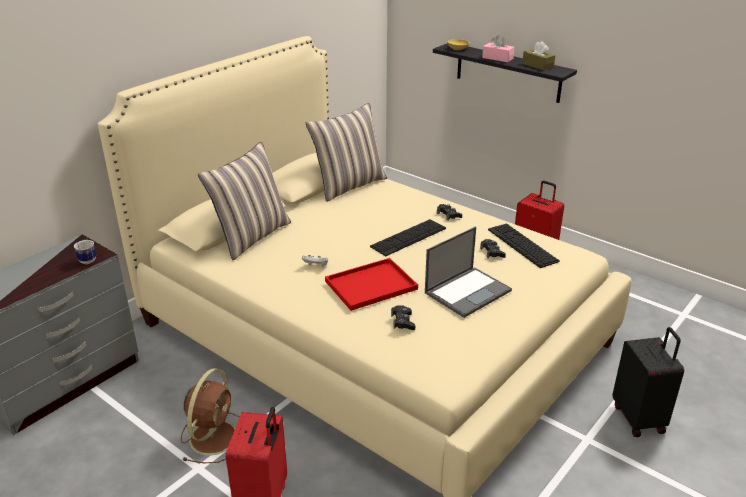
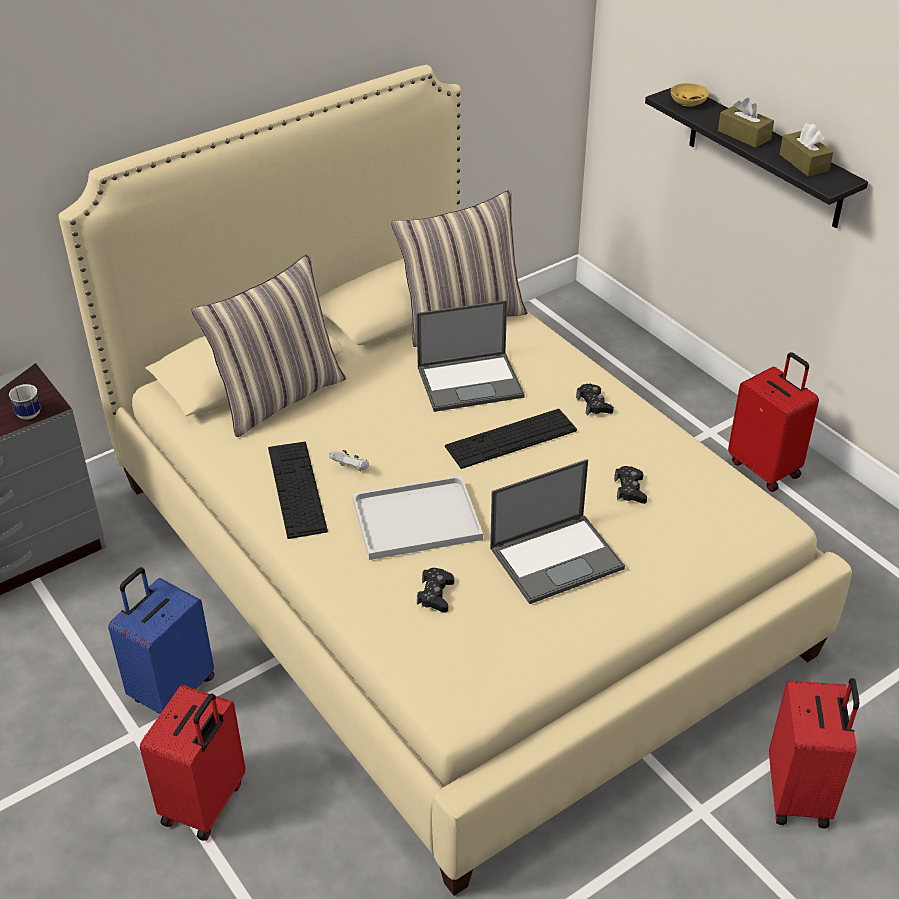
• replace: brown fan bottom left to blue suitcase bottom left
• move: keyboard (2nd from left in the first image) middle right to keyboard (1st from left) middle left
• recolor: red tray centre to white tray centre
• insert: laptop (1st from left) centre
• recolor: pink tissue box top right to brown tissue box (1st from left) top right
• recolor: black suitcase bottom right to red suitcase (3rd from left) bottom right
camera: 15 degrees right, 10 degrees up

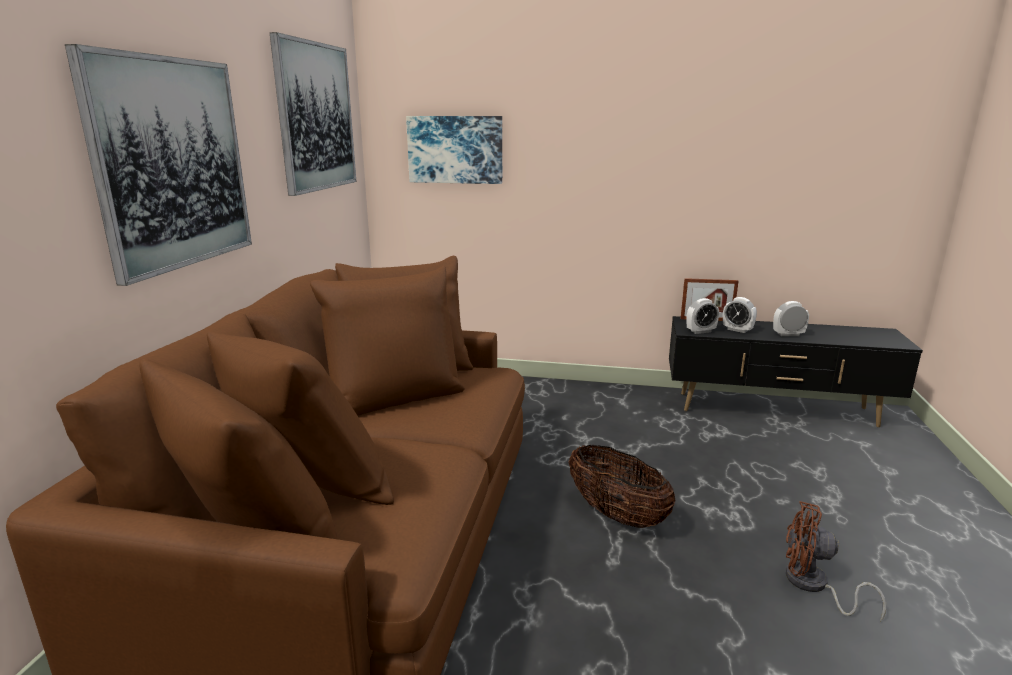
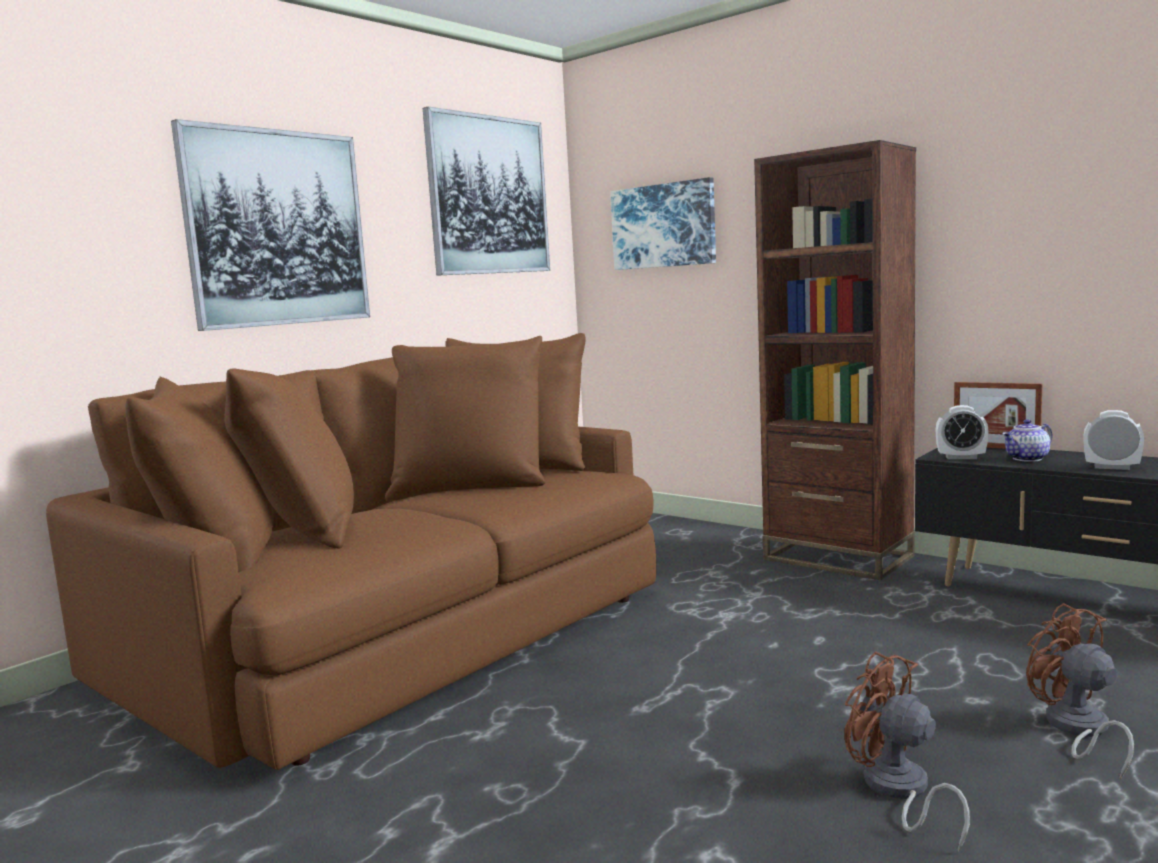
• insert: brown bookcase middle right
• replace: alarm clock (2nd from left) middle right to teapot middle right
• insert: brown fan (2nd from left) bottom right
• delete: basket bottom centre
camera: 30 degrees right, 10 degrees down

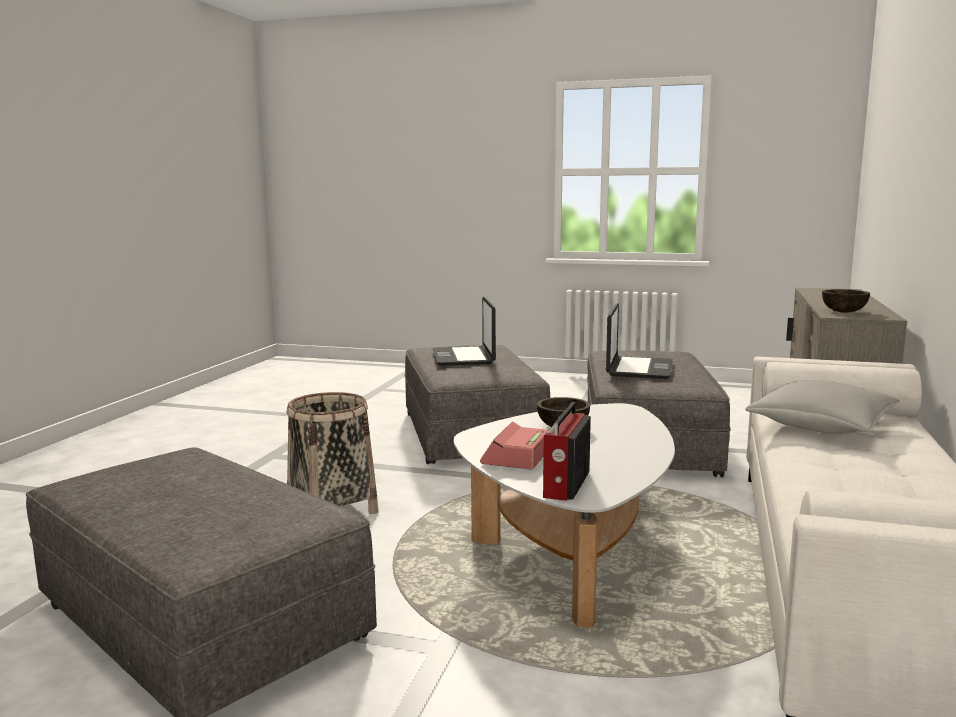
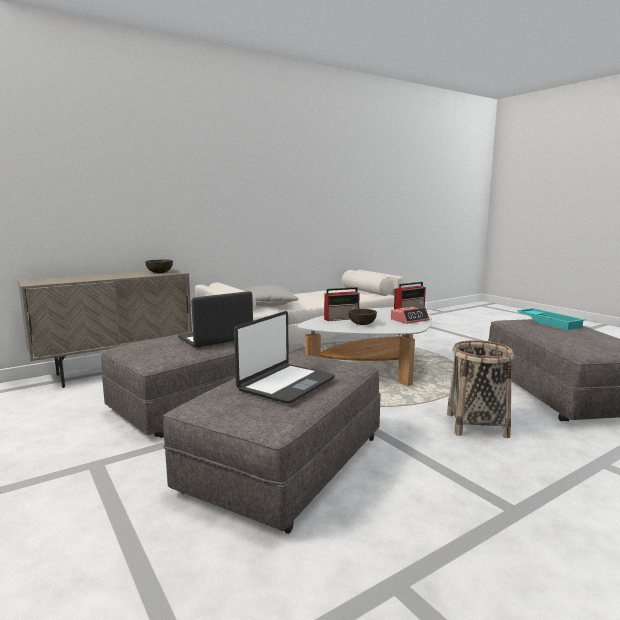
• insert: radio (1st from left) centre
• insert: turquoise tray middle right
camera: 140 degrees left, 0 degrees up

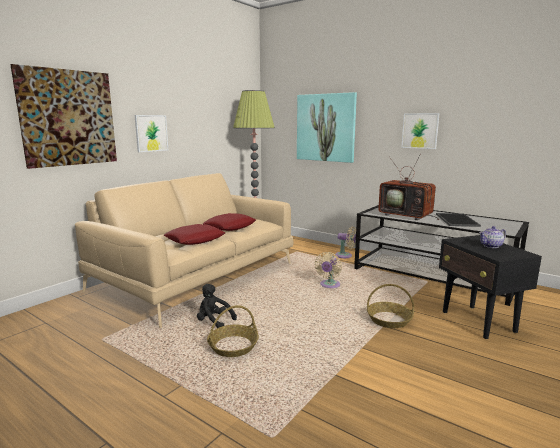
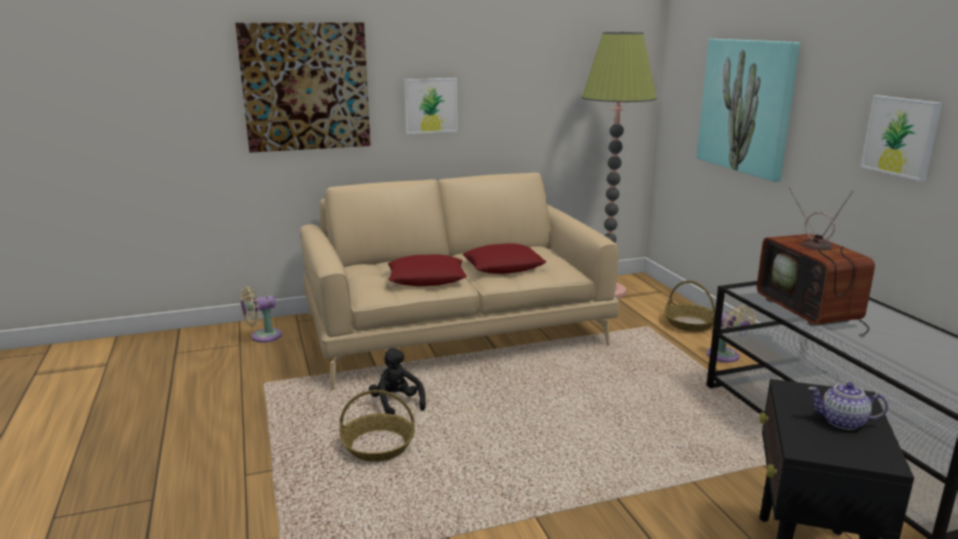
• move: beige fan (1st from left) centre to middle left
• move: basket (2nd from left) bottom right to middle right
• delete: tray middle right
camera: 35 degrees right, 5 degrees up

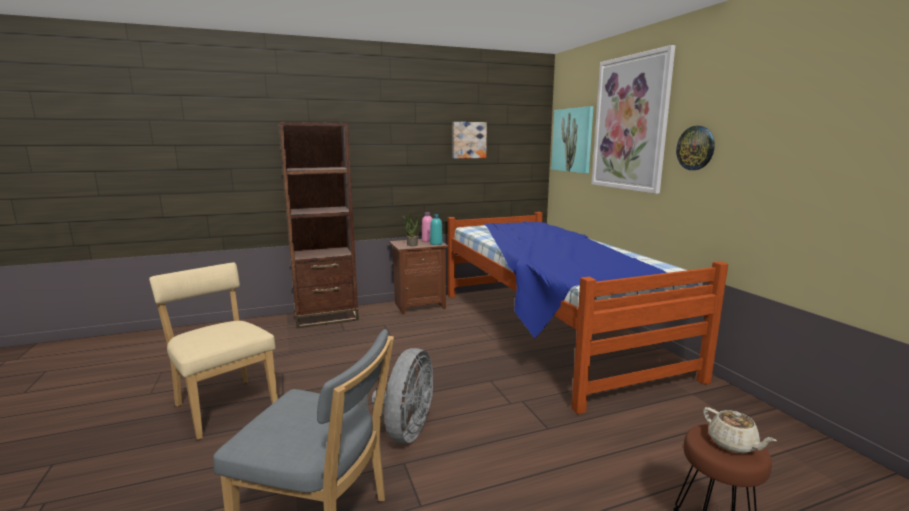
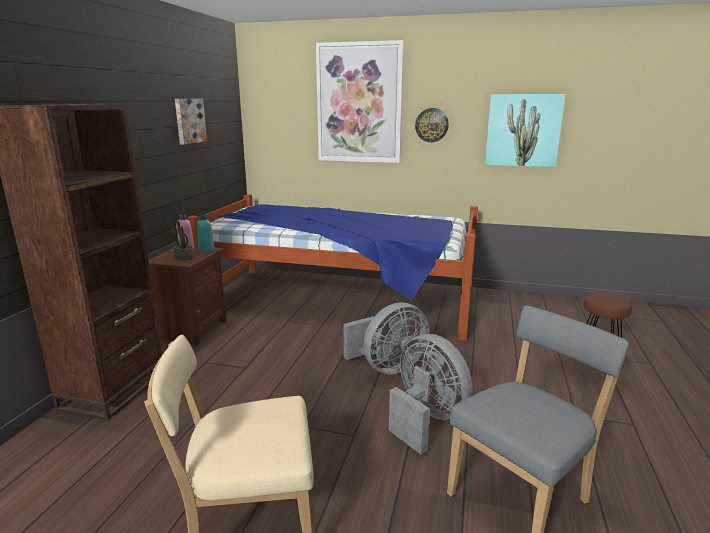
• insert: grey fan (1st from left) centre
• move: picture (2nd from left in the first image) top centre to picture (3rd from left) top right
• delete: beige teapot bottom right
camera: 55 degrees left, 5 degrees up

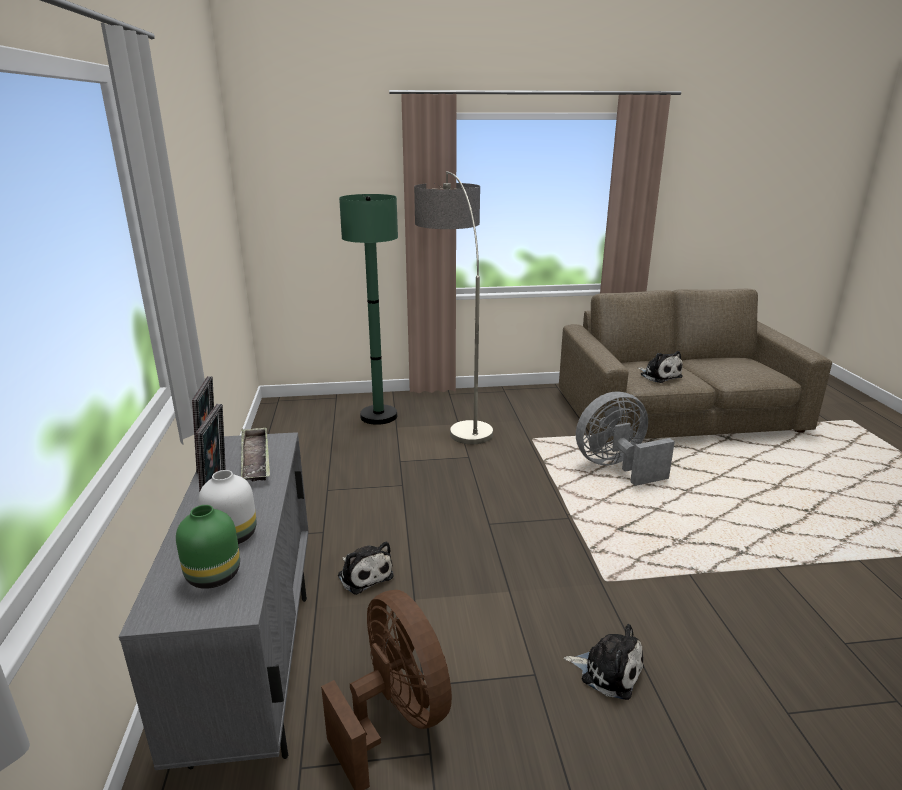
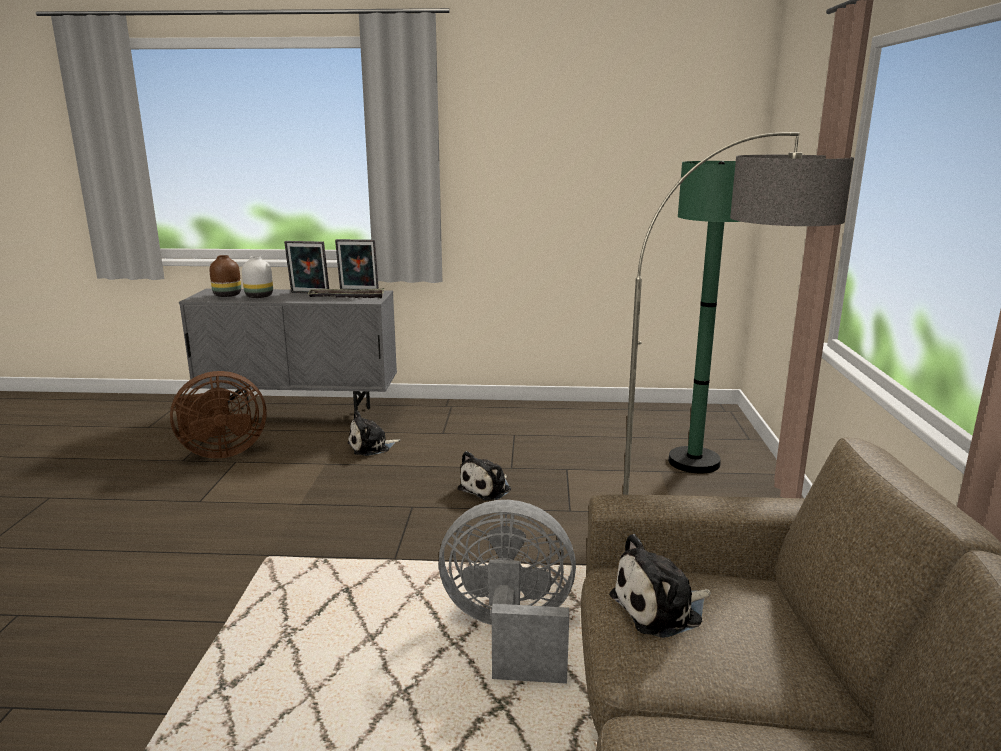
• recolor: green vase bottom left to brown vase middle left
• rotate: grey fan middle right = bottom centre 75 degrees counterclockwise
• move: plush toy (2nd from left) bottom right to centre
camera: 100 degrees right, 5 degrees down

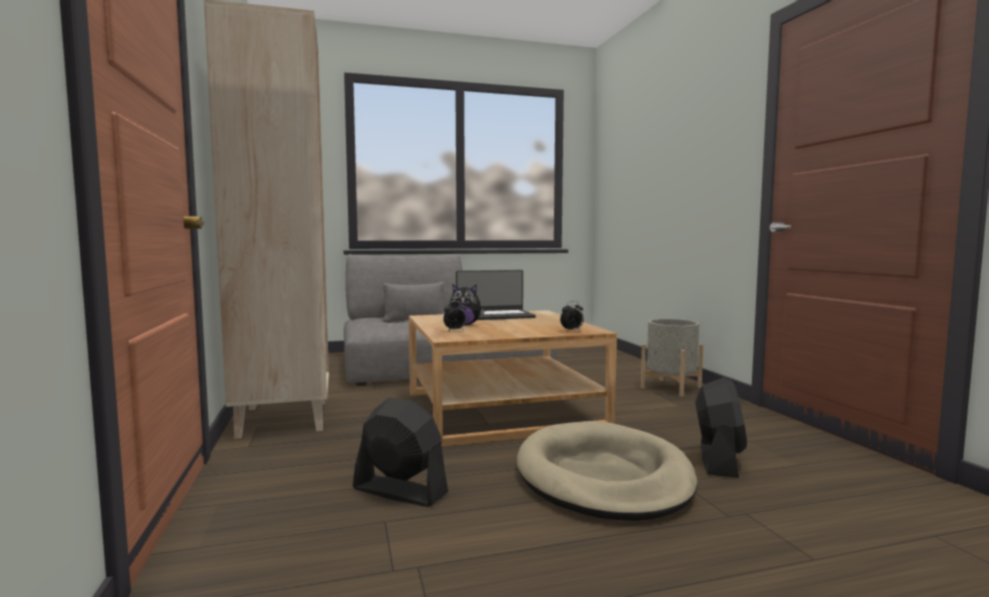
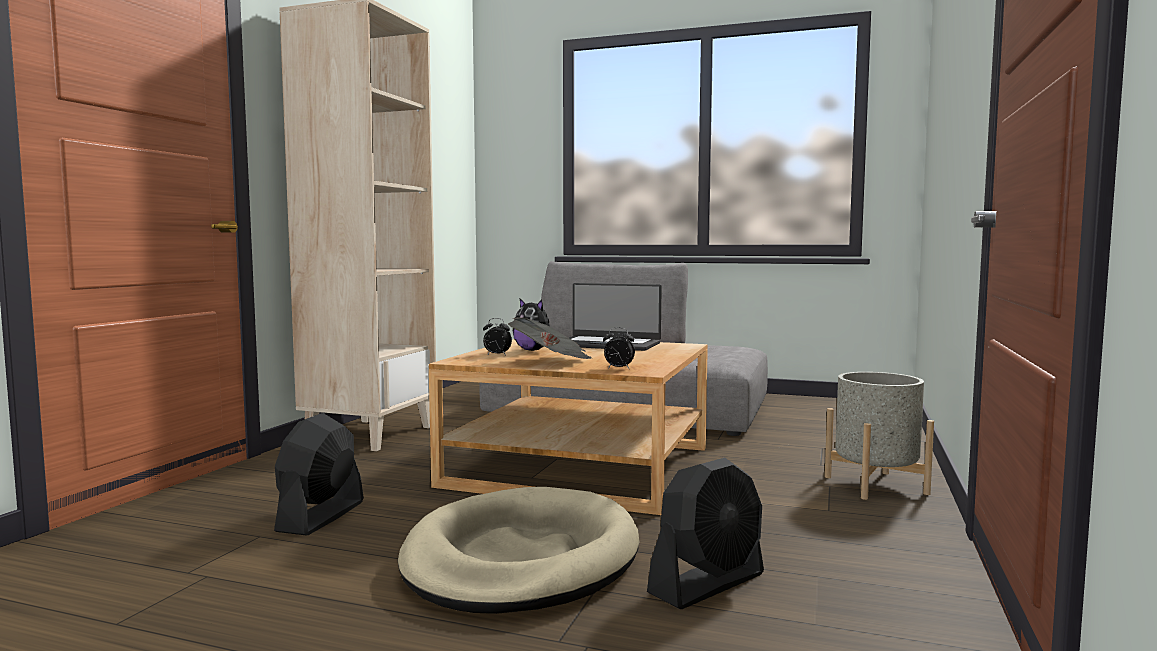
• rotate: black fan (1st from left) bottom centre = bottom left 135 degrees counterclockwise
• insert: newspaper centre
camera: 35 degrees right, 0 degrees up

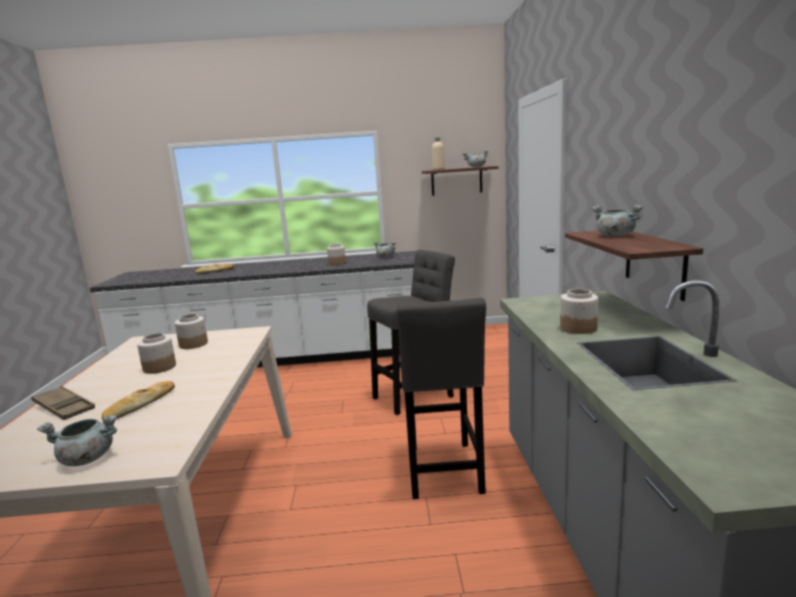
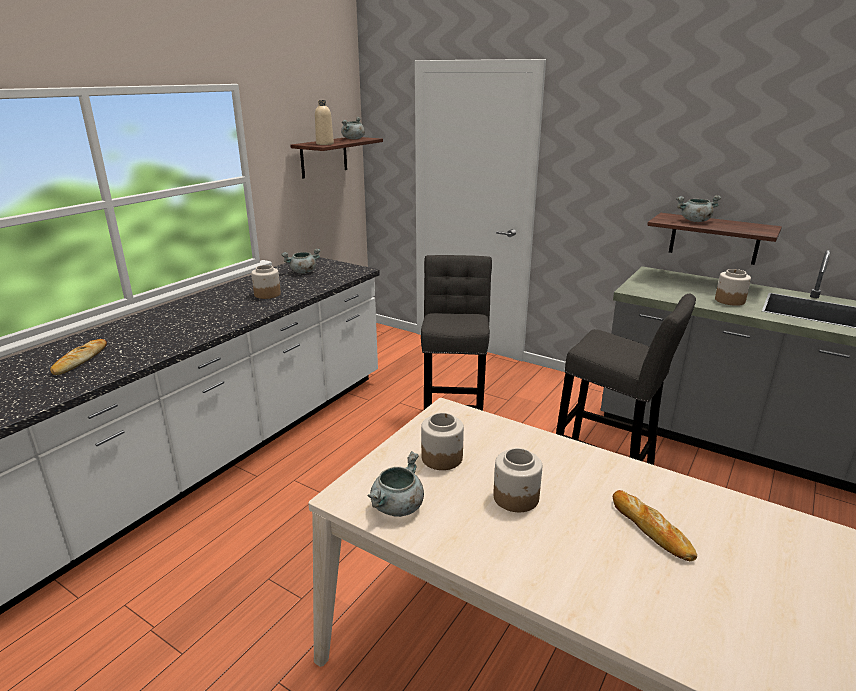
• move: grey cooking pot (1st from left in the first image) bottom left to grey cooking pot (3rd from left) bottom centre
• delete: brown tray bottom left
camera: 55 degrees left, 10 degrees up

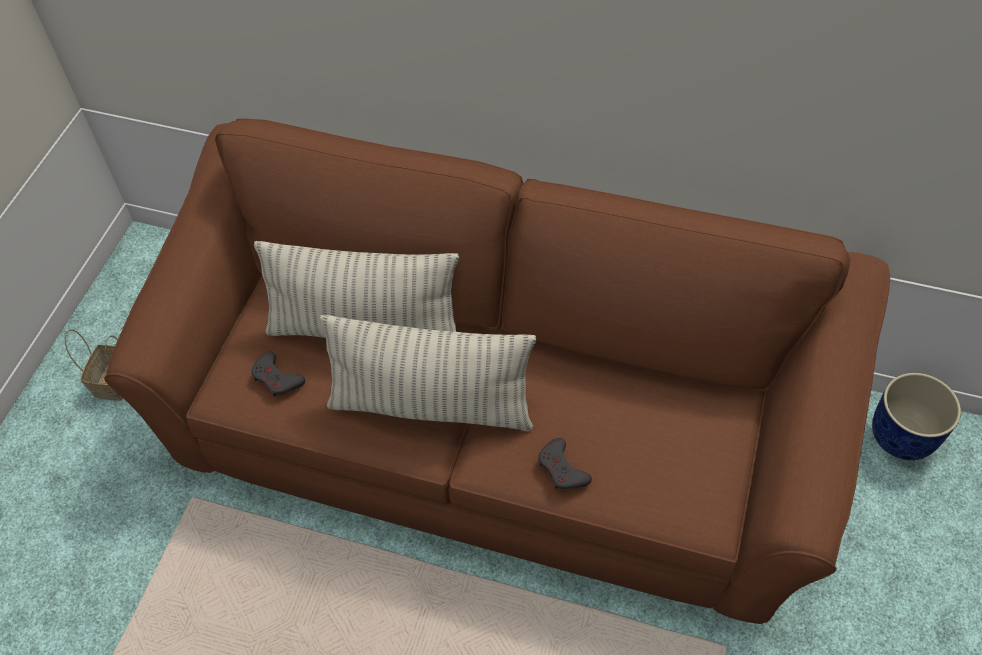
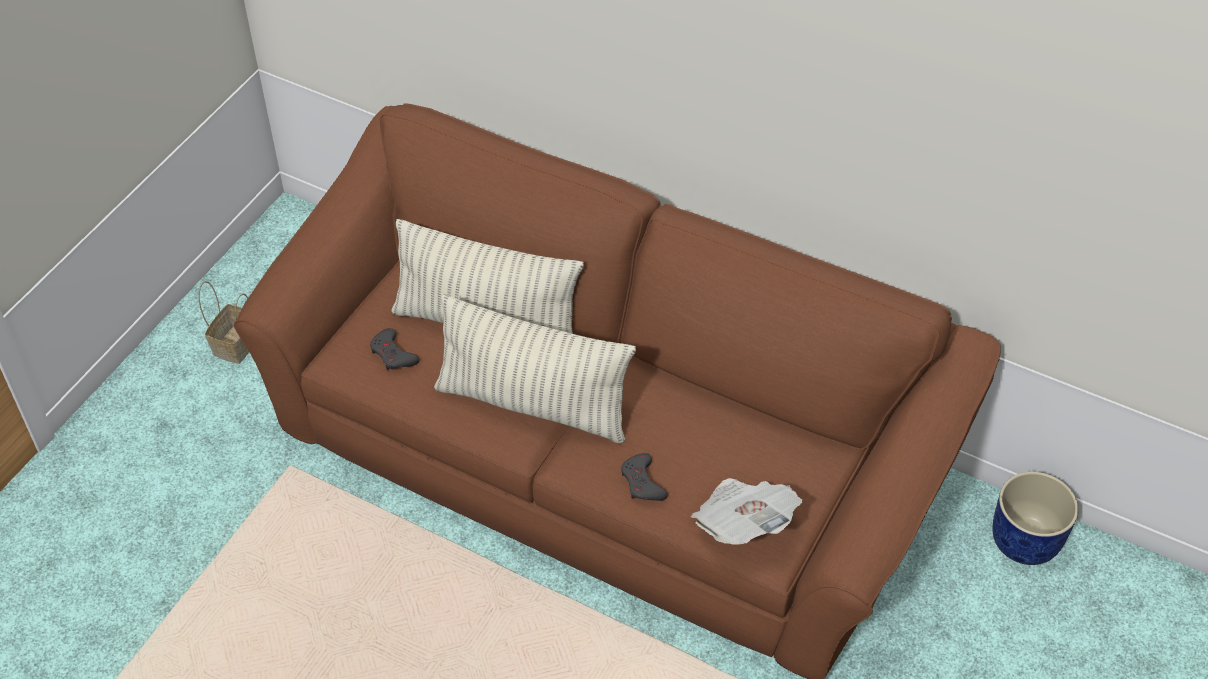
• insert: newspaper bottom centre
camera: 10 degrees right, 5 degrees down

